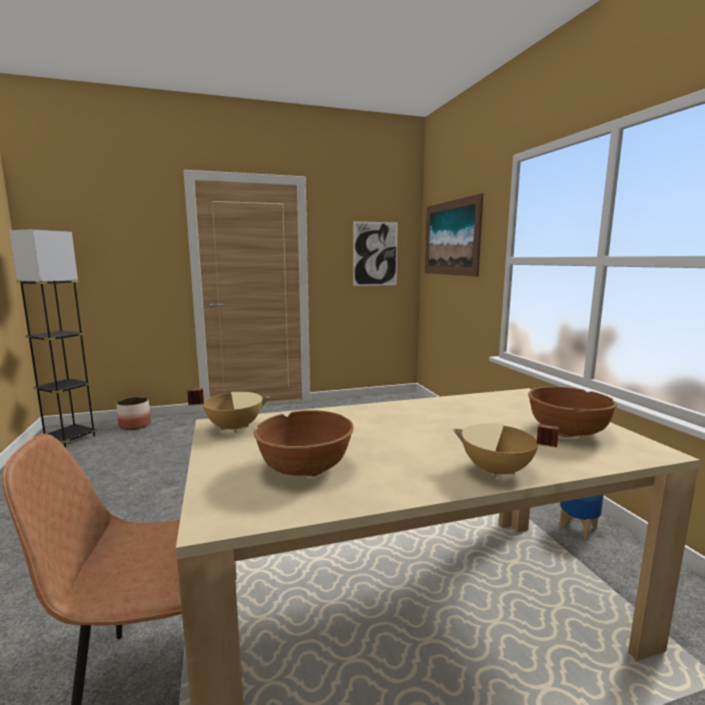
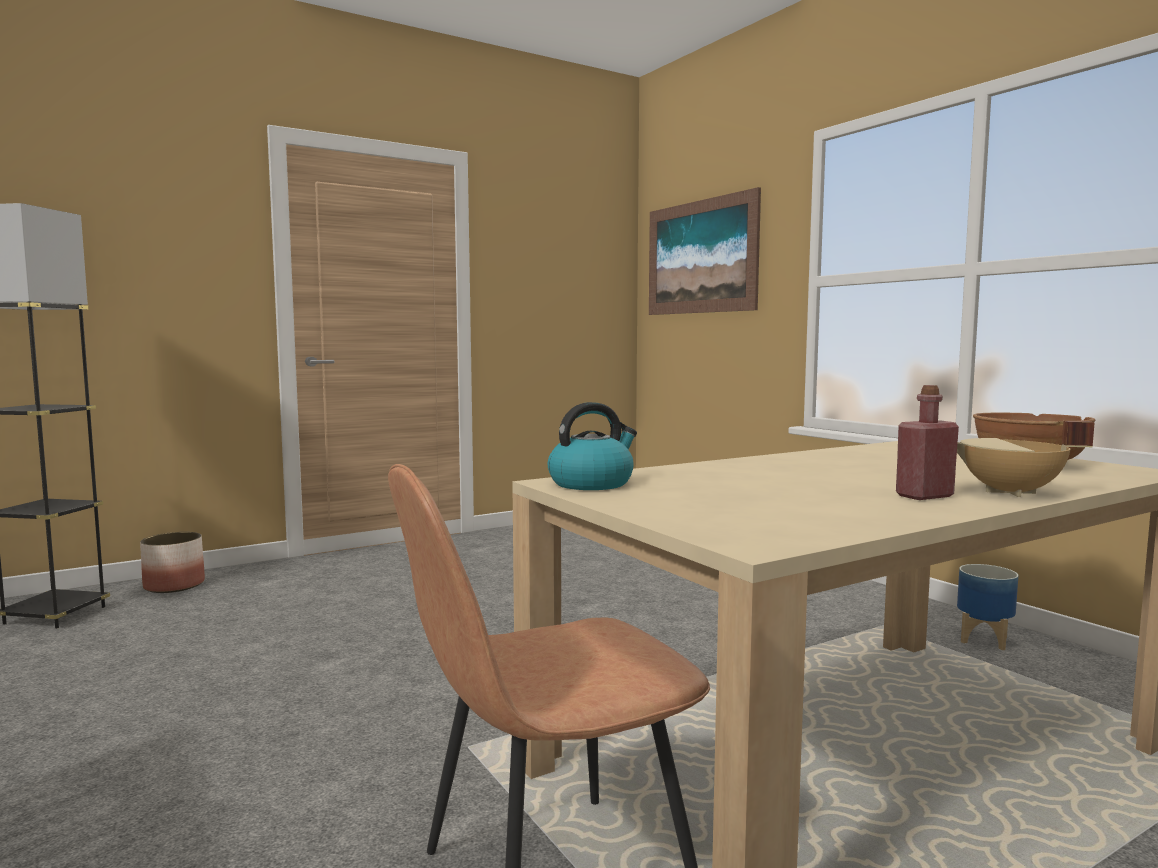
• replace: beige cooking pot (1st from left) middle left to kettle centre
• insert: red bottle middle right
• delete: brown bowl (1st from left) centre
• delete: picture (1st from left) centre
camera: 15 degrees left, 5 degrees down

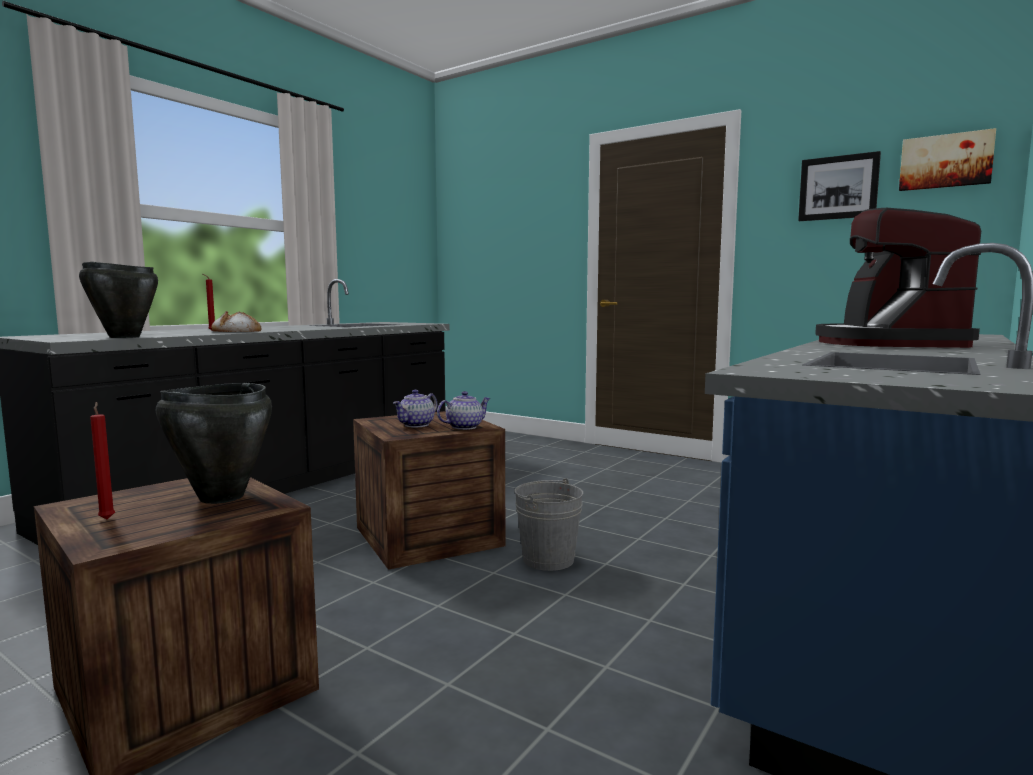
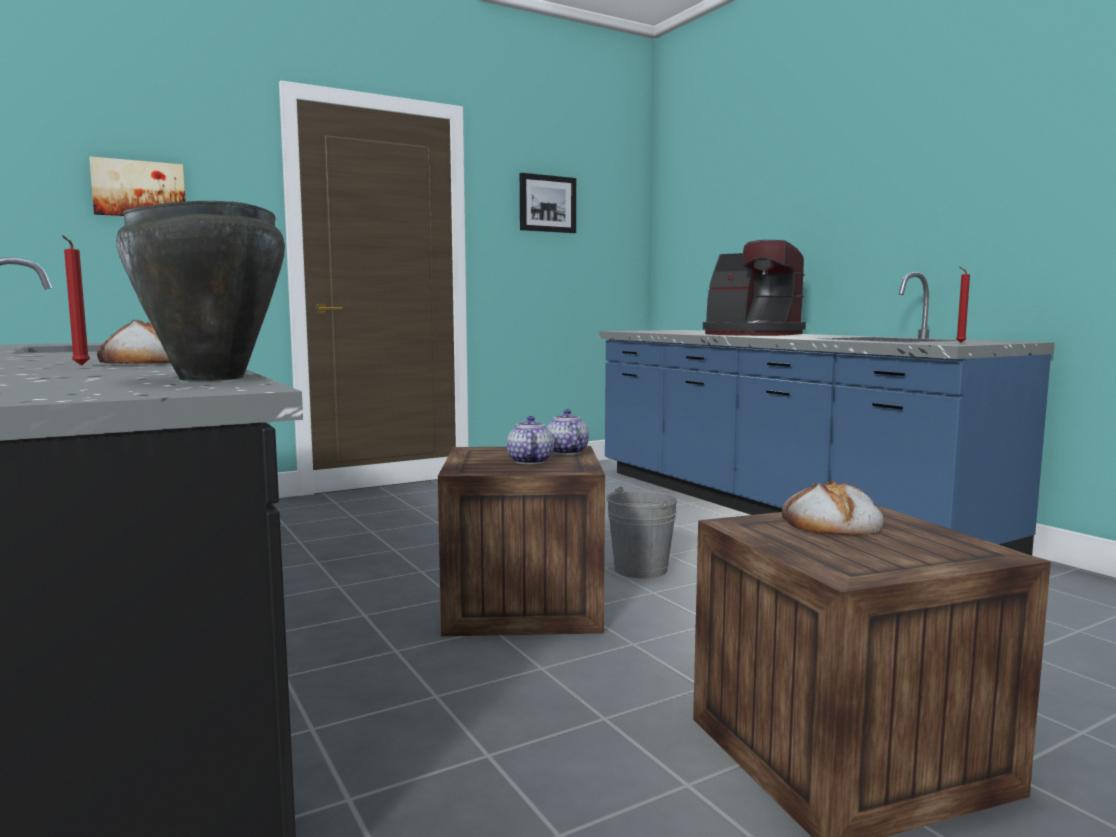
• move: picture (2nd from left in the first image) top right to picture (1st from left) top left
• rotate: teapot (1st from left) centre = centre 150 degrees counterclockwise
• replace: black cooking pot (2nd from left) middle left to bread (2nd from left) middle right
• move: red candle (1st from left in the first image) middle left to red candle (2nd from left) middle right
camera: 65 degrees left, 0 degrees up

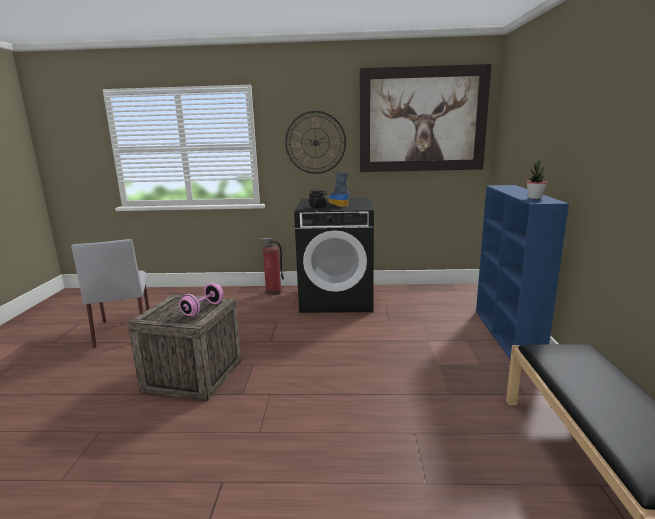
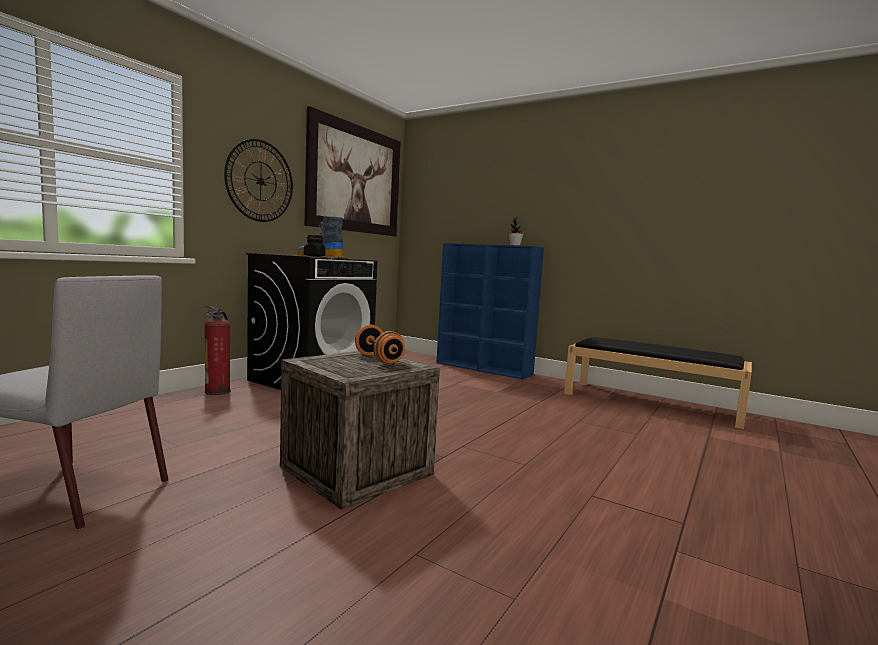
• recolor: pink dumbbell middle left to orange dumbbell centre
camera: 60 degrees left, 10 degrees down

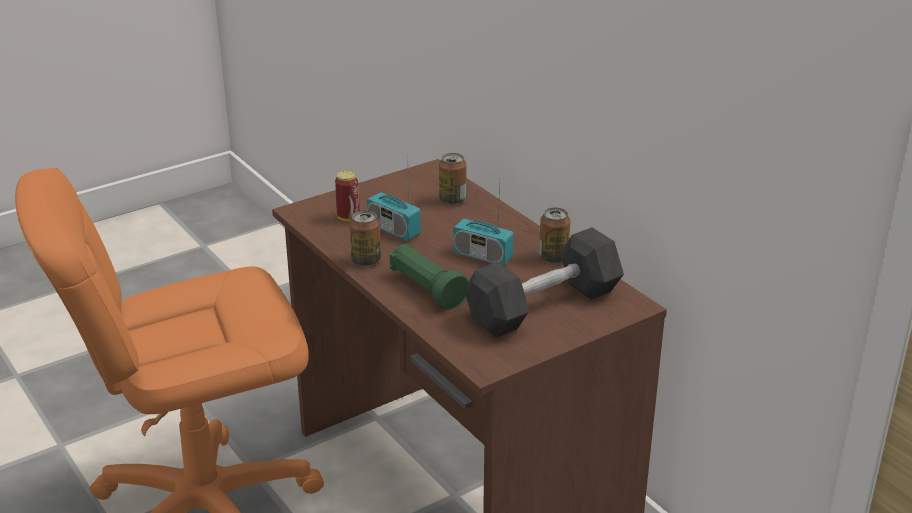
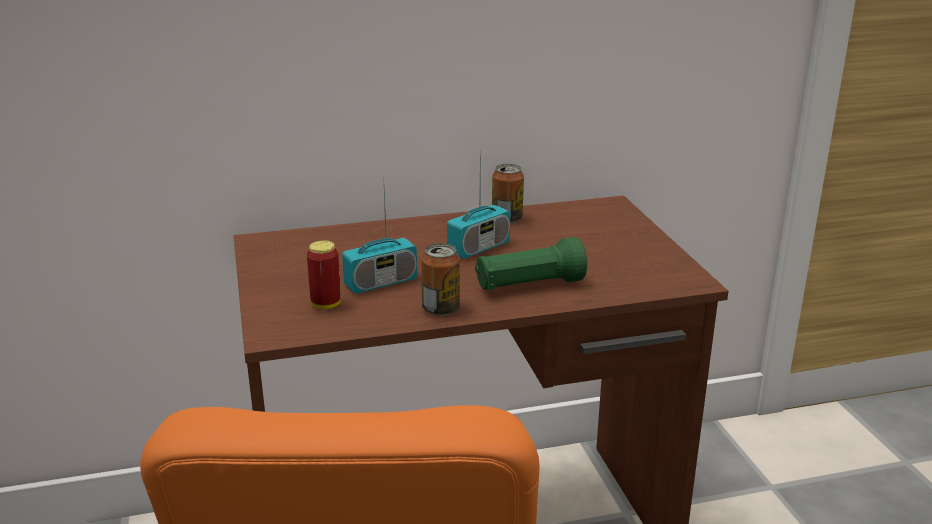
• delete: can (3rd from left) centre
• delete: black dumbbell centre
camera: 70 degrees left, 5 degrees down

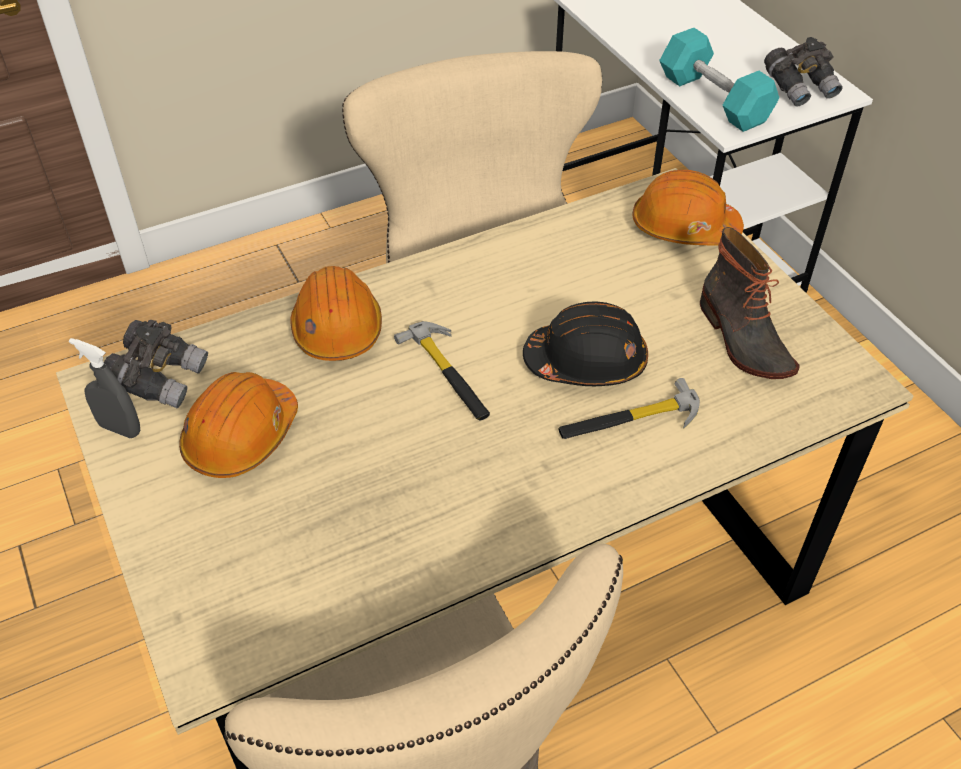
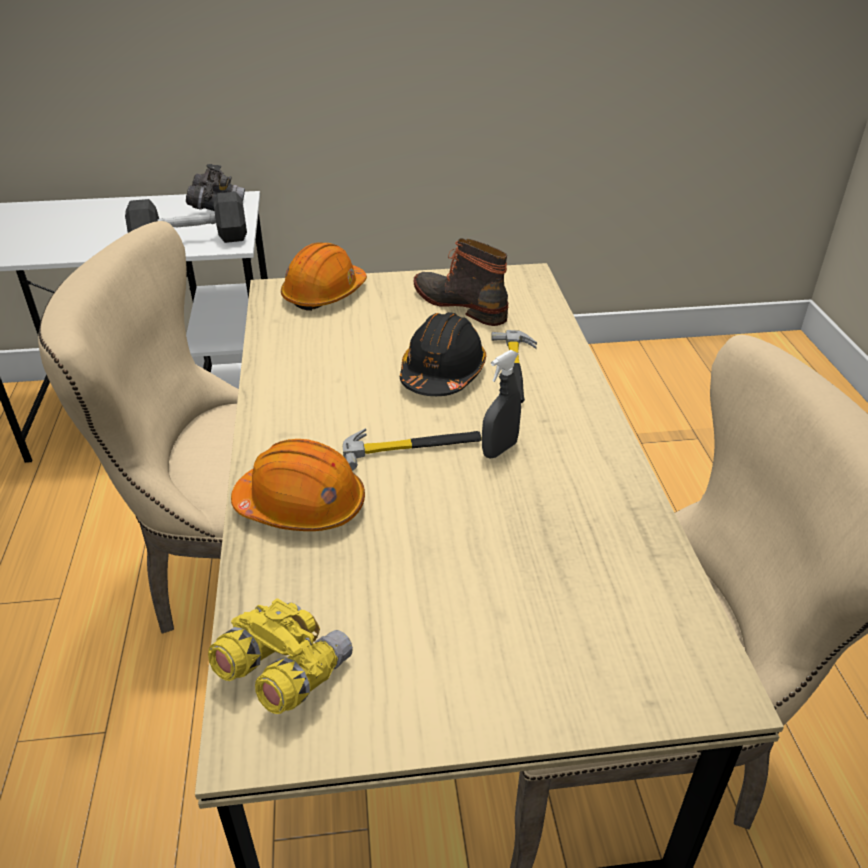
• recolor: turquoise dumbbell top right to black dumbbell top left
• recolor: grey binoculars (1st from left) middle left to yellow binoculars bottom left
• rotate: boot middle right = top centre 135 degrees counterclockwise
• move: grey spray bottle middle left to centre
• delete: orange hard hat (1st from left) middle left
camera: 70 degrees left, 10 degrees down

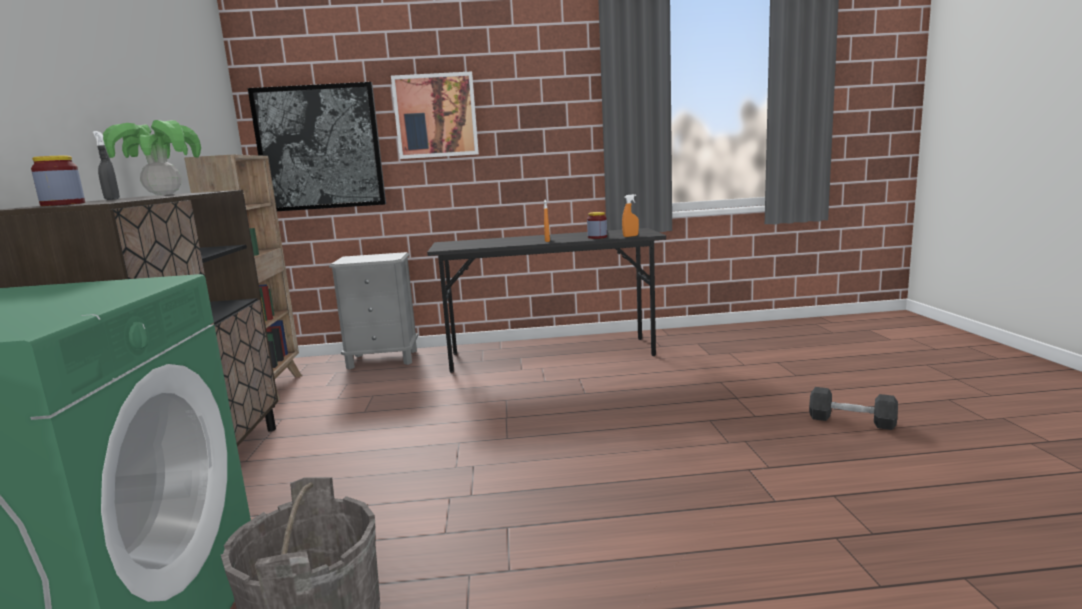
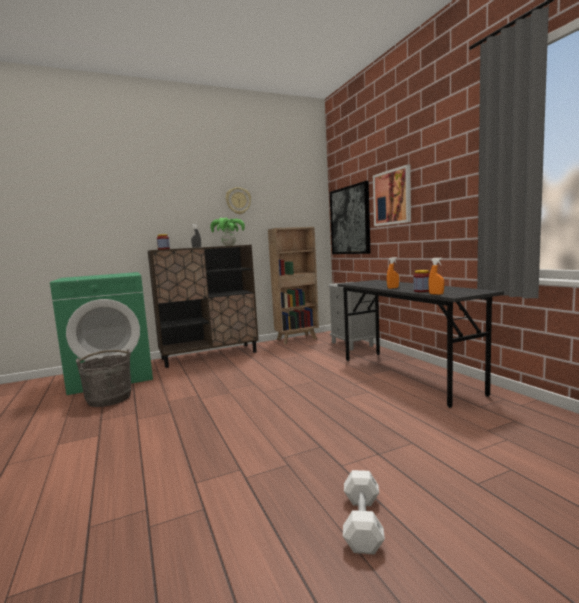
• insert: wall clock top centre
• recolor: black dumbbell bottom right to white dumbbell bottom centre
camera: 70 degrees right, 5 degrees down

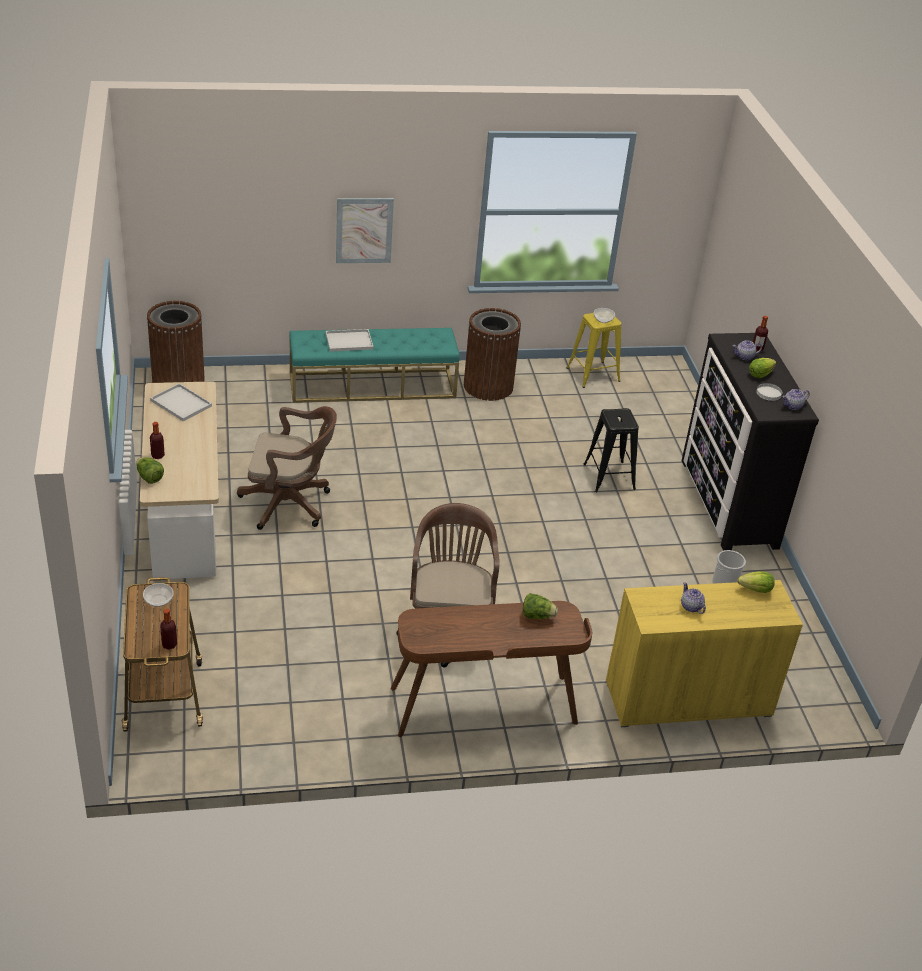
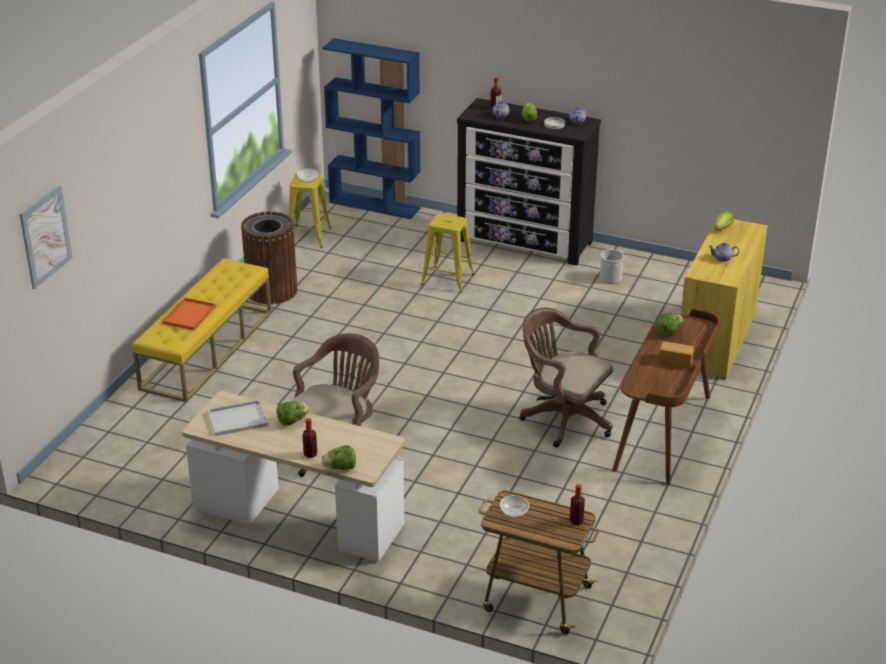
• move: picture top centre to middle left
• recolor: turquoise bench centre to yellow bench middle left
• recolor: white tray (2nd from left) centre to orange tray middle left
• insert: lettuce (1st from left) middle left
• insert: blue bookcase top centre
• recolor: black stool centre to yellow stool (2nd from left) centre
• insert: bread middle right
• delete: brown trash can (1st from left) middle left
camera: 55 degrees left, 5 degrees down

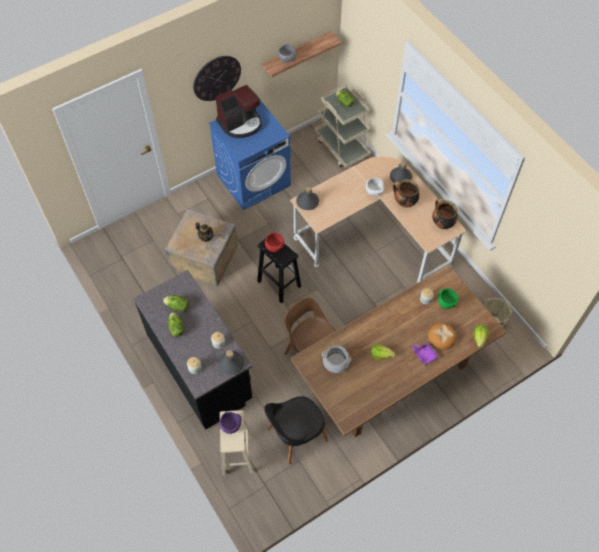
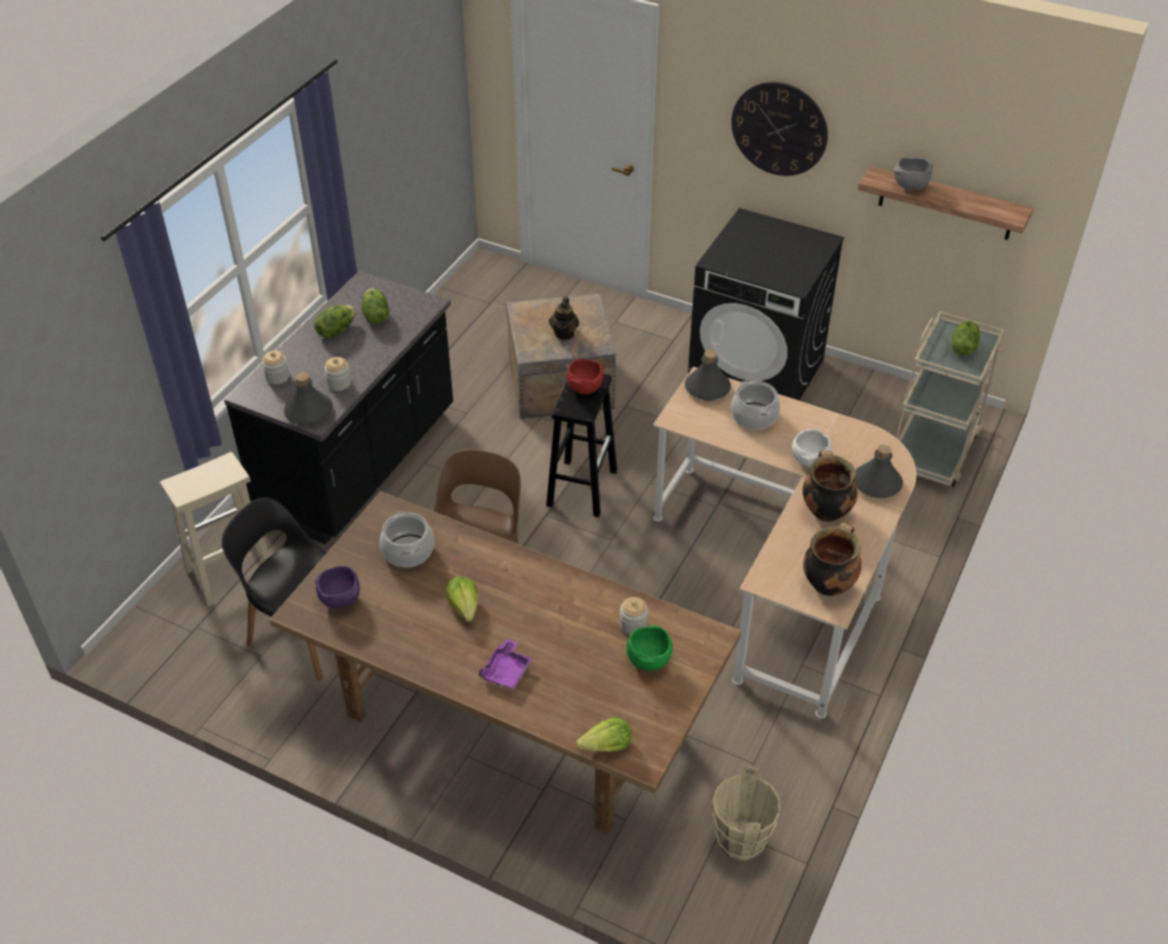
• move: purple bowl bottom centre to middle left
• recolor: blue washing machine top centre to black washing machine top centre
• insert: cooking pot (2nd from left) centre
• delete: coffee machine top centre
• delete: bread middle right
camera: 60 degrees right, 15 degrees down

